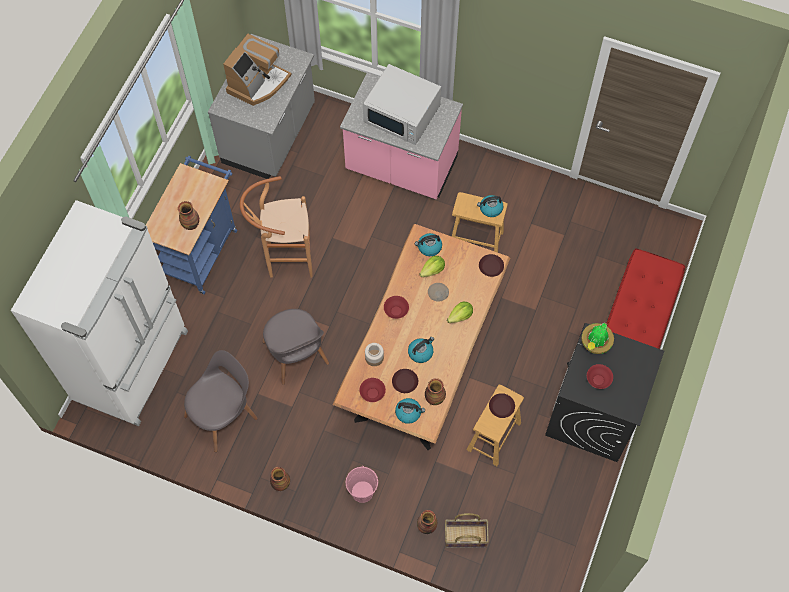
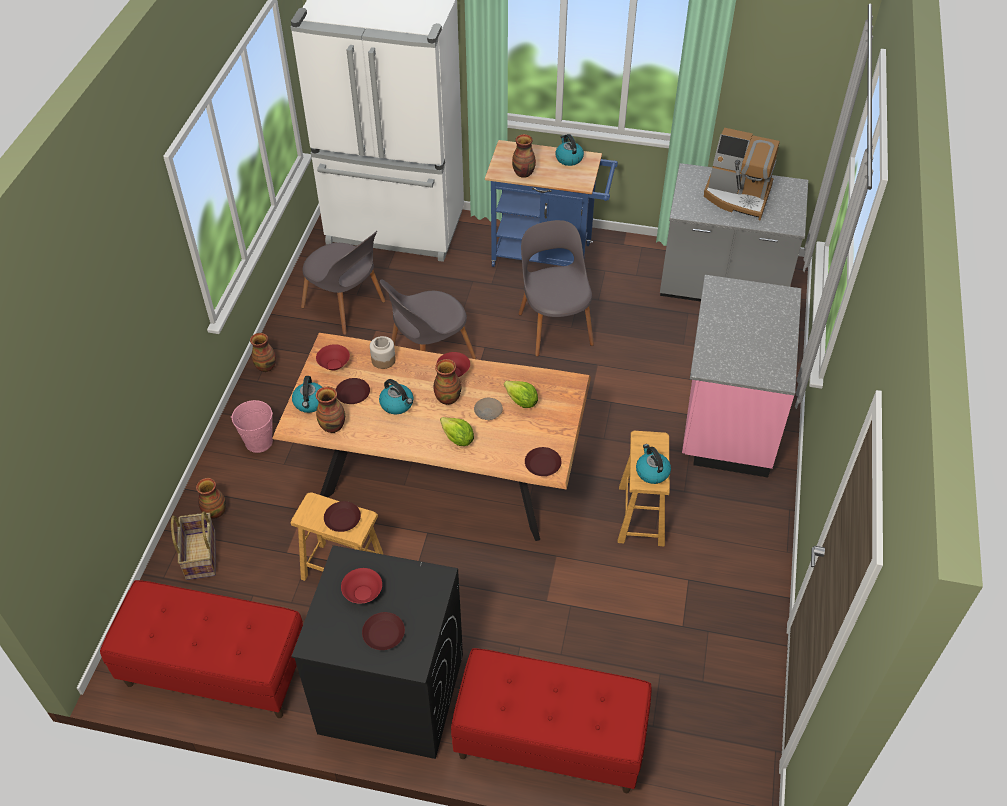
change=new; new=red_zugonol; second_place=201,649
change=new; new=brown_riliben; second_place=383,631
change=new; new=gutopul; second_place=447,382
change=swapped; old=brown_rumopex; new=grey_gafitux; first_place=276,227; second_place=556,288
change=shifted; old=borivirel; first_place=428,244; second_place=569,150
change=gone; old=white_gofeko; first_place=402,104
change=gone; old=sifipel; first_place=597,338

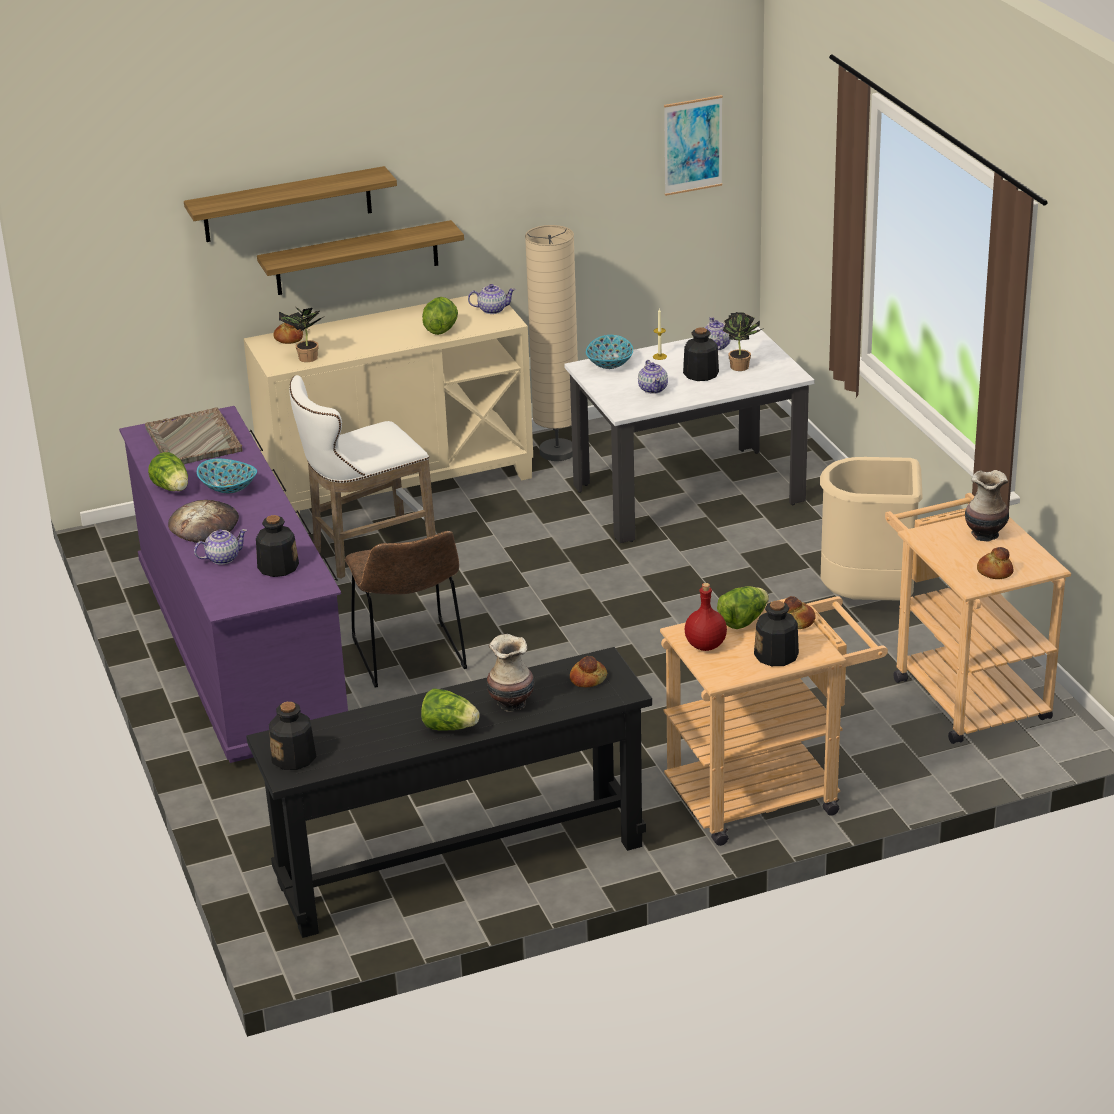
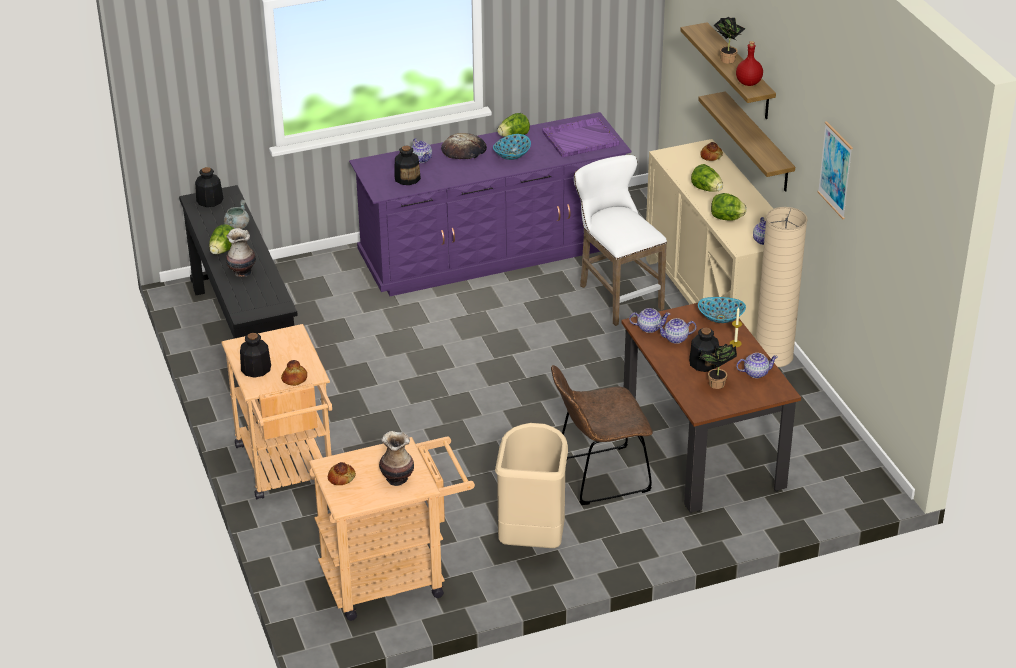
change=new; new=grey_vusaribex; second_place=236,214
change=repainted; old=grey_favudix; new=purple_favudix; first_place=194,435; second_place=580,137
change=shifted; old=brown_gafitux; first_place=406,609; second_place=602,435
change=repainted; old=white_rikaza; new=brown_rikaza; first_place=689,434; second_place=711,408
change=new; new=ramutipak; second_place=649,320
change=shifted; old=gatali; first_place=743,607; second_place=707,178
change=shifted; old=sifipel; first_place=301,334; second_place=729,40
change=shifted; old=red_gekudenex; first_place=706,617; second_place=749,63
change=shifted; old=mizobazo; first_place=693,145; second_place=835,170
change=gone; old=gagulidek; first_place=588,671

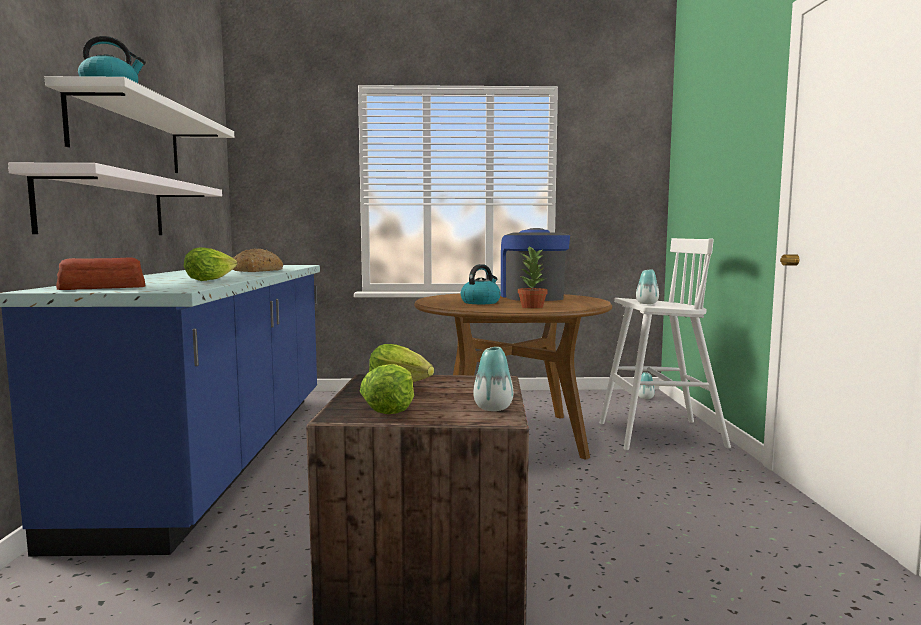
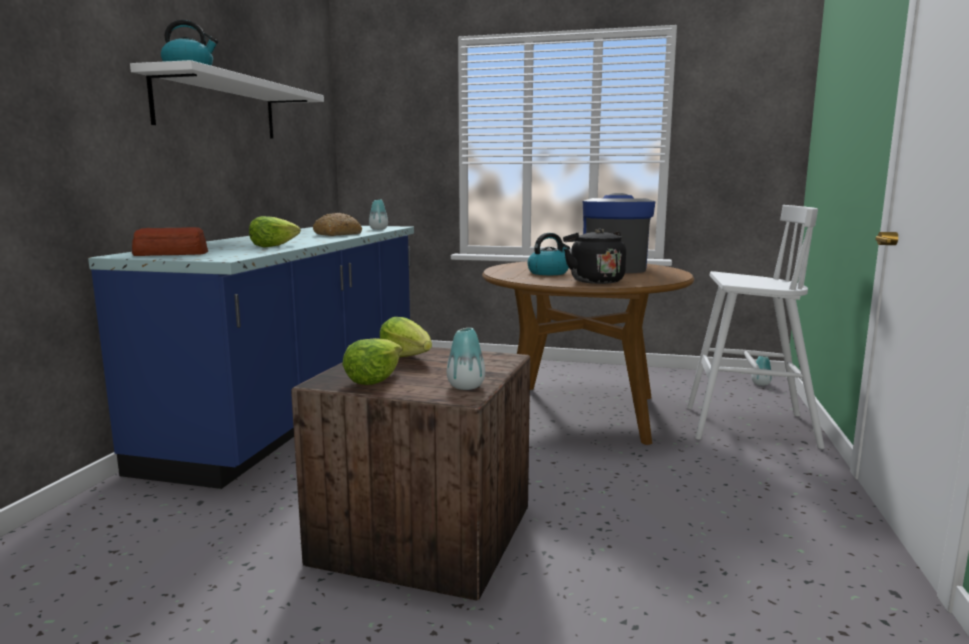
change=shifted; old=gutopul; first_place=647,286; second_place=378,215
change=swapped; old=sifipel; new=black_borivirel; first_place=533,277; second_place=594,256
change=gone; old=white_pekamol; first_place=115,199

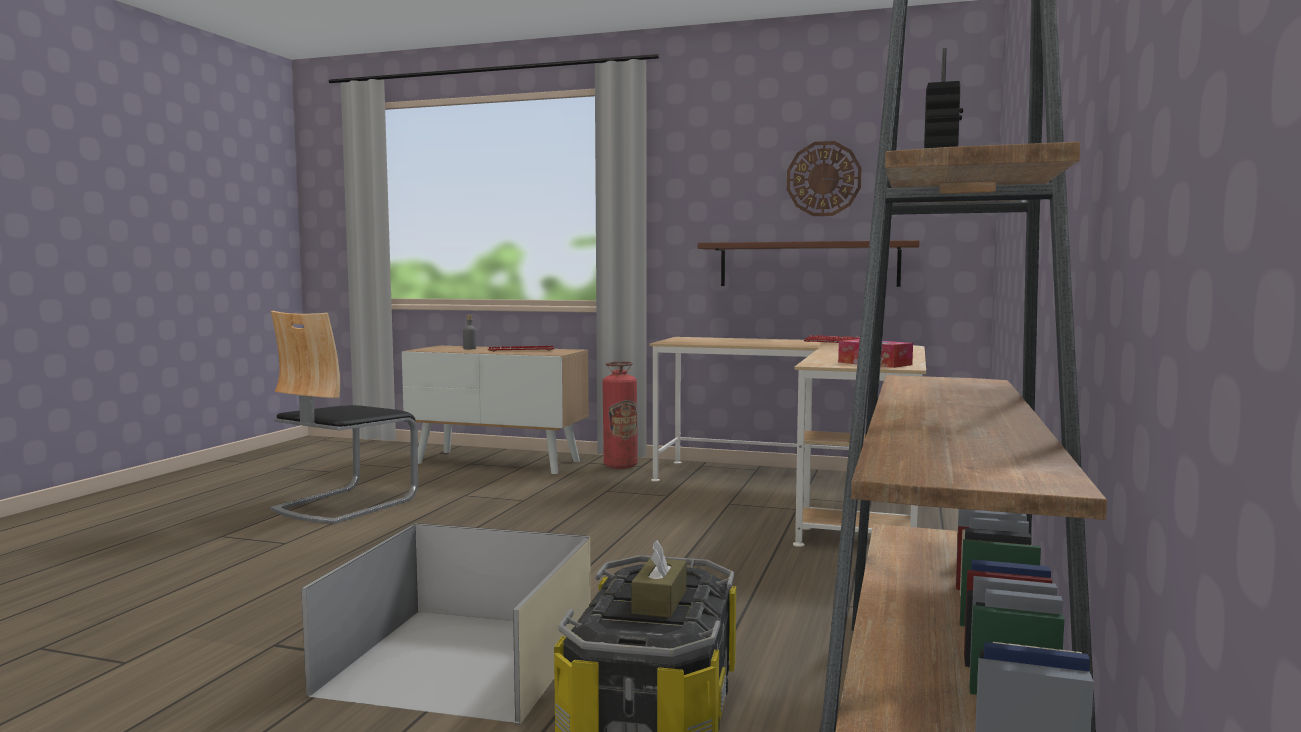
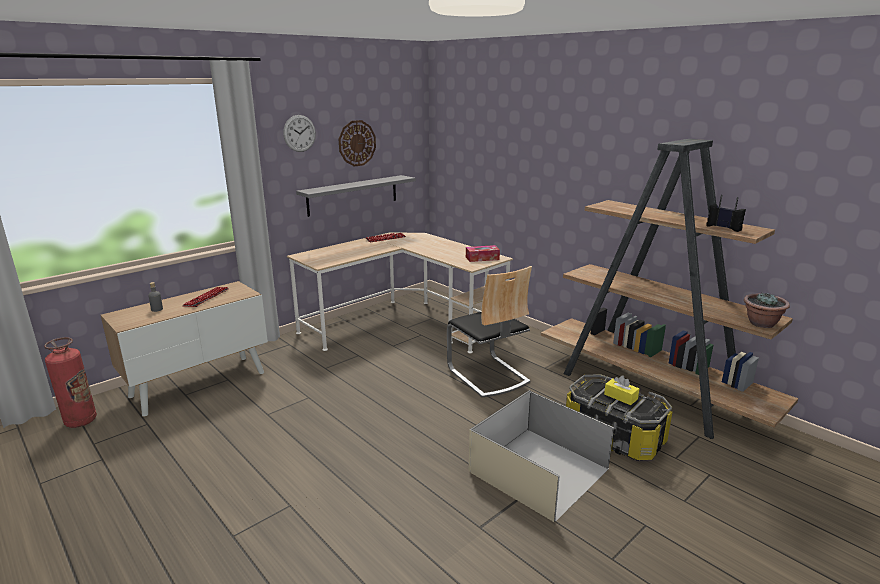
change=shifted; old=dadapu; first_place=620,415; second_place=70,382
change=new; new=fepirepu; second_place=299,133
change=repainted; old=brown_pekamol; new=grey_pekamol; first_place=808,263; second_place=355,196
change=shifted; old=gafitux; first_place=344,417; second_place=489,332
change=repainted; old=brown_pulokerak; new=yellow_pulokerak; first_place=659,579; second_place=621,390
change=new; new=sifipel; second_place=767,310

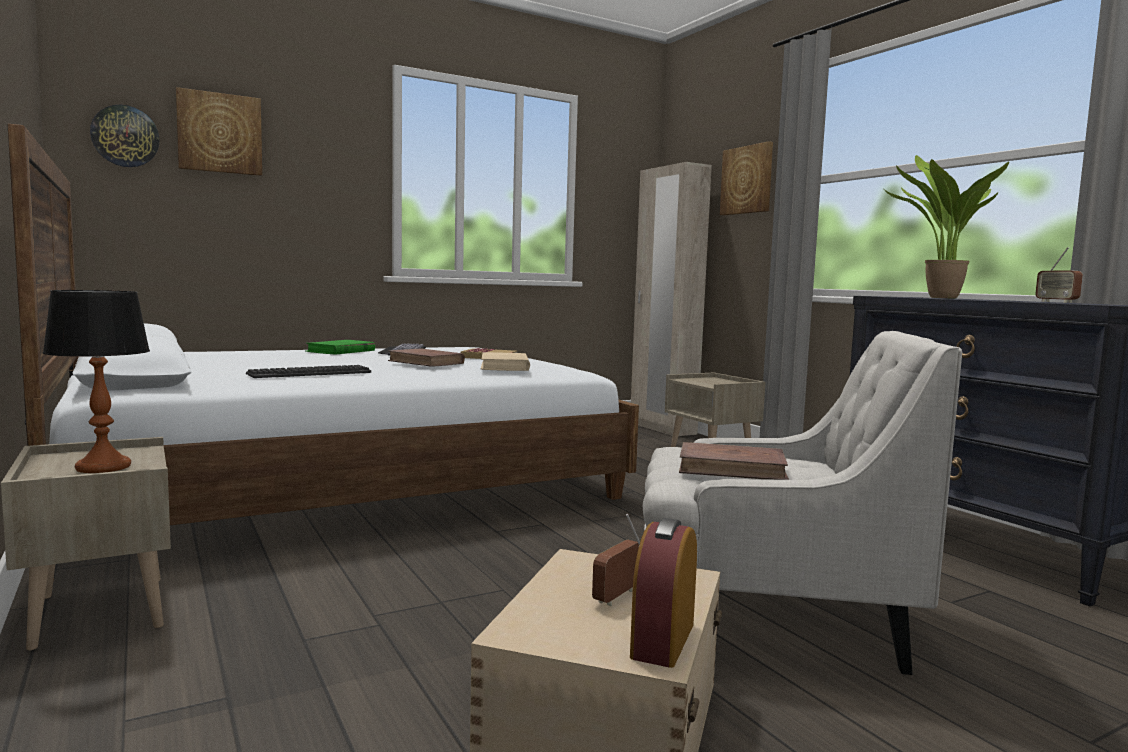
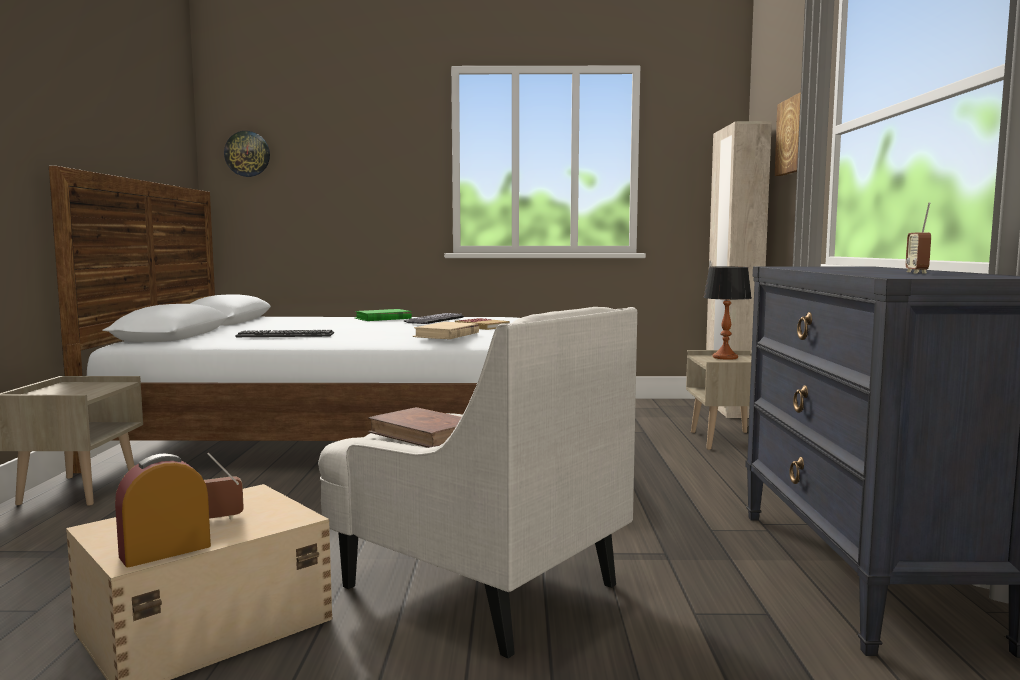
change=shifted; old=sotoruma; first_place=96,381; second_place=727,313
change=gone; old=mizobazo; first_place=219,131
change=gone; old=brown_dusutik; first_place=426,357
change=gone; old=sifipel; first_place=946,226

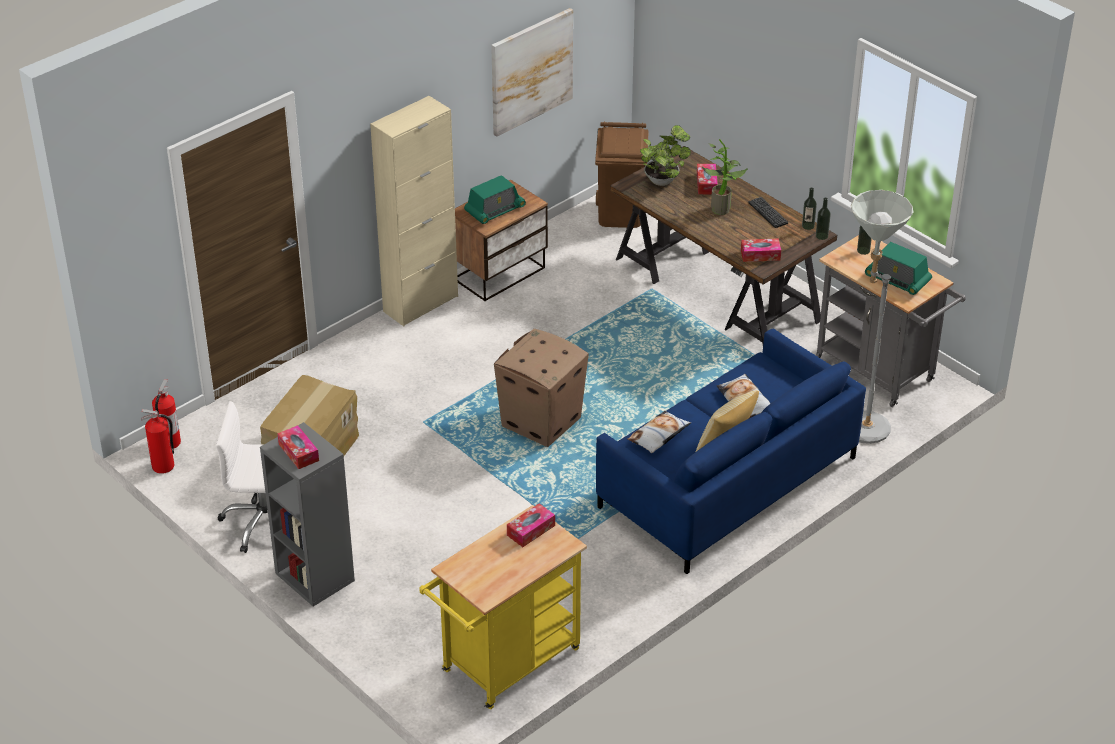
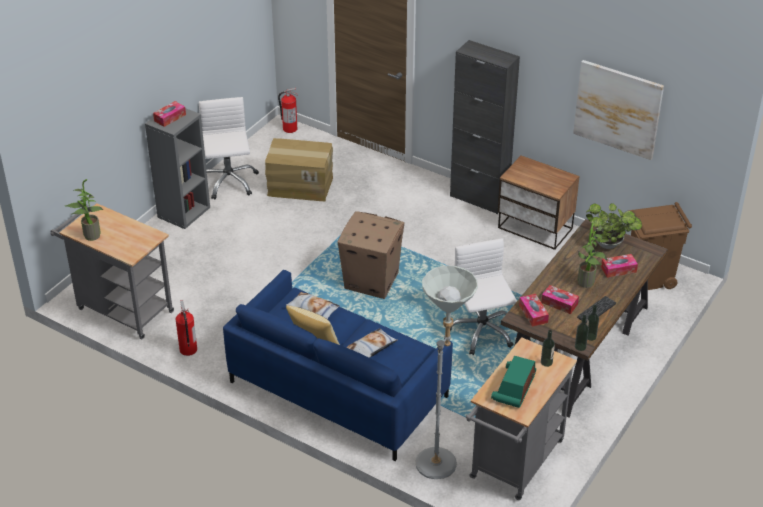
change=repainted; old=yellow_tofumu; new=grey_tofumu; first_place=503,607; second_place=112,271
change=new; new=sifipel; second_place=84,210
change=shifted; old=dadapu; first_place=157,441; second_place=186,328
change=repainted; old=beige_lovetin; new=black_lovetin; first_place=414,211; second_place=485,127
change=new; new=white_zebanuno; second_place=483,296
change=shifted; old=pulokerak; first_place=531,525; second_place=560,299
change=gone; old=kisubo; first_place=495,199

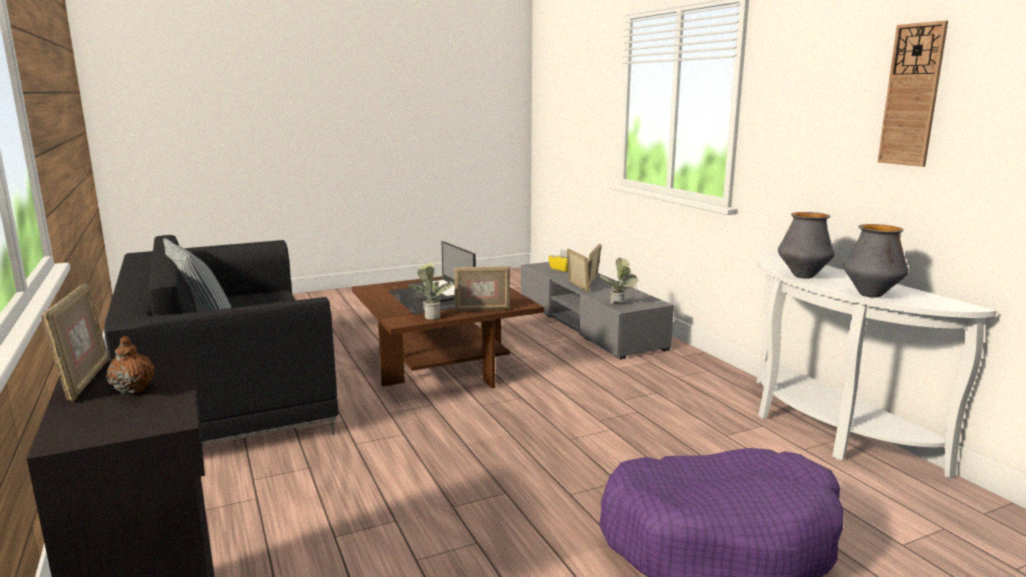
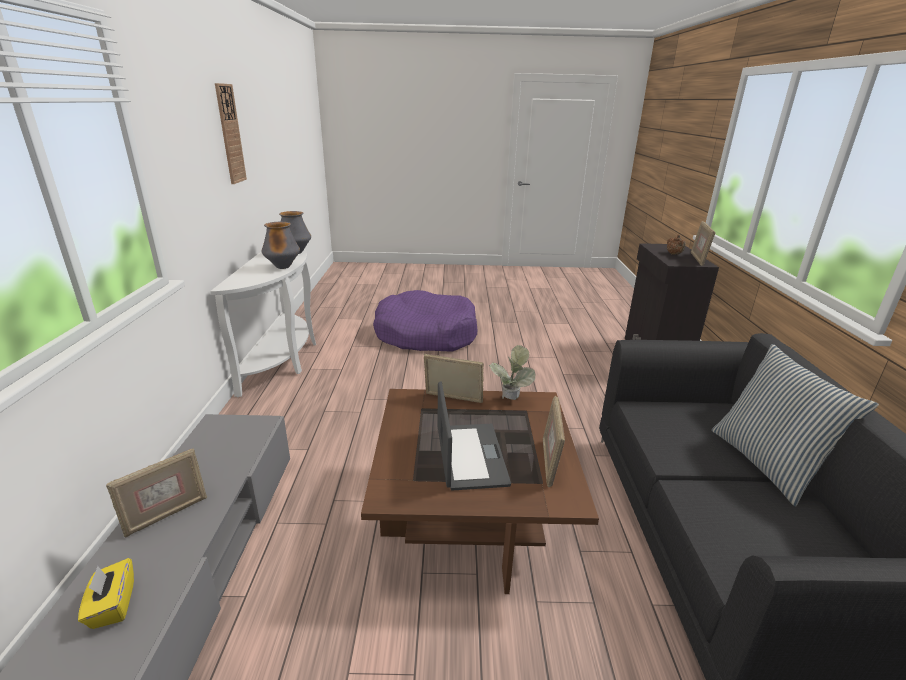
change=shifted; old=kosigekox; first_place=578,270; second_place=554,441
change=gone; old=sifipel; first_place=619,281

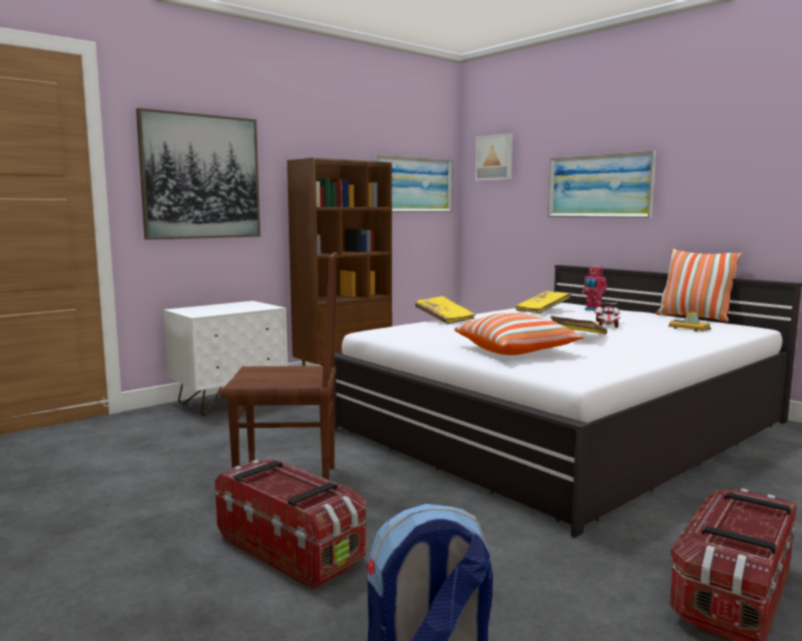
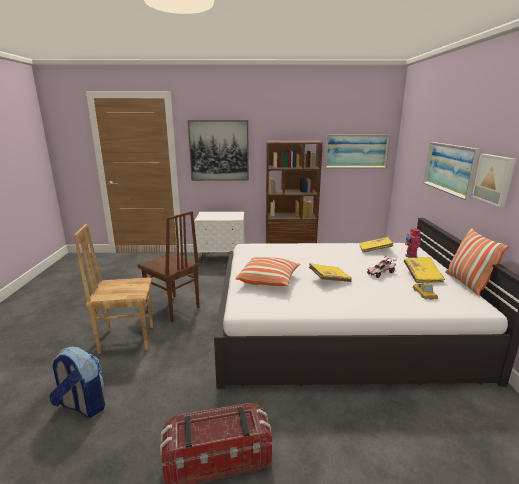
change=swapped; old=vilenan; new=brown_gafitux; first_place=290,525; second_place=113,289
change=shifted; old=yellow_dusutik; first_place=445,310; second_place=424,270
change=shifted; old=mizobazo; first_place=494,157; second_place=494,180

